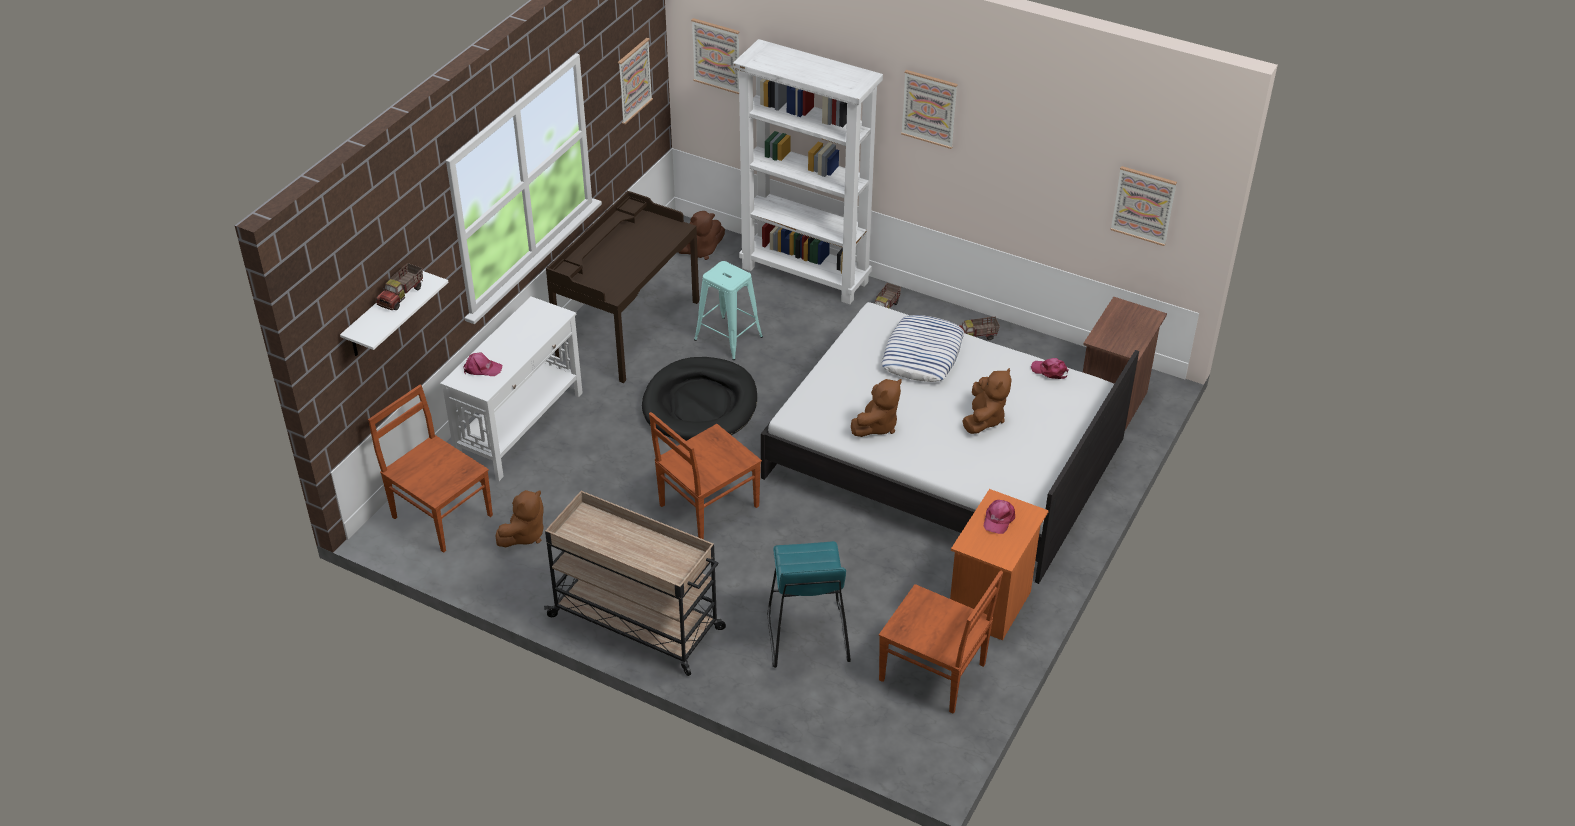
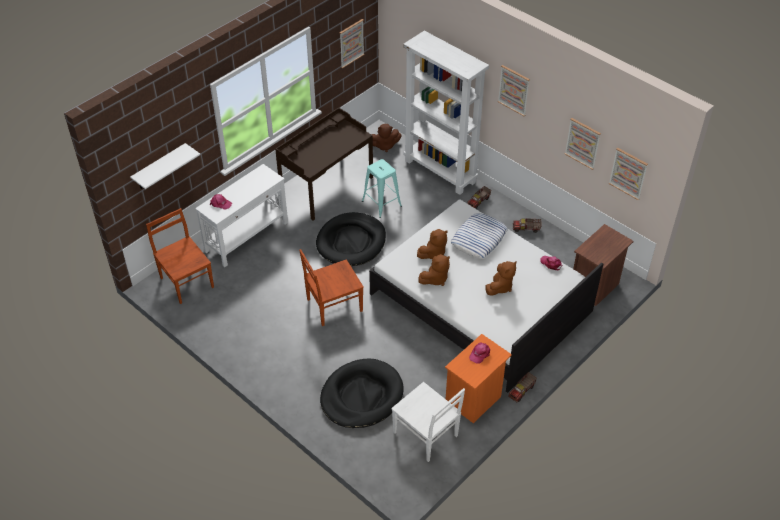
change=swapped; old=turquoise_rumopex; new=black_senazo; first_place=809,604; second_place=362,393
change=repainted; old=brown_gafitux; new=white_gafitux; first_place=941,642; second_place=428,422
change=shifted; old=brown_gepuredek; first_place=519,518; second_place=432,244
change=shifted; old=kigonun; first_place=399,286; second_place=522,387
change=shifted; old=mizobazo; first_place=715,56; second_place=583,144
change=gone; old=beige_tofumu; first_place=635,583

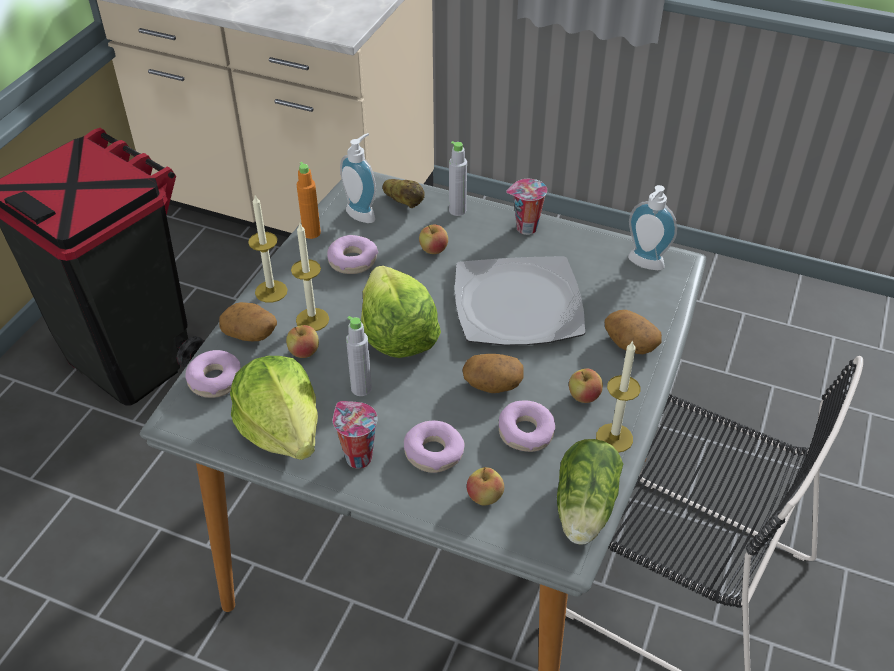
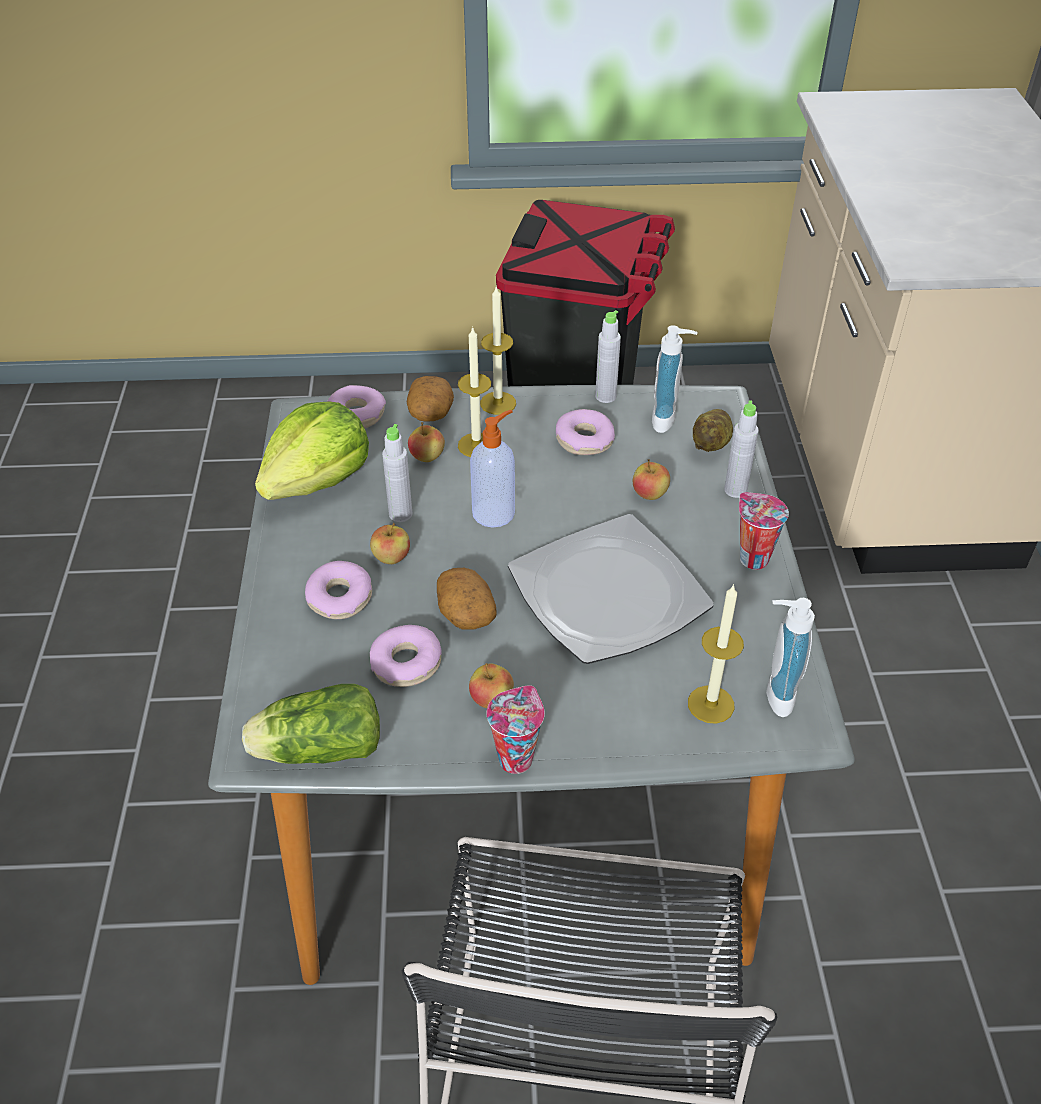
change=shifted; old=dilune; first_place=485,486; second_place=390,543
change=swapped; old=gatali; new=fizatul; first_place=401,312; second_place=492,469
change=shifted; old=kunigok; first_place=355,434; second_place=516,729
change=repainted; old=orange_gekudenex; new=grey_gekudenex; first_place=309,200; second_place=608,356
change=shifted; old=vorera; first_place=618,396; second_place=716,654
change=gone; old=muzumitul; first_place=633,332

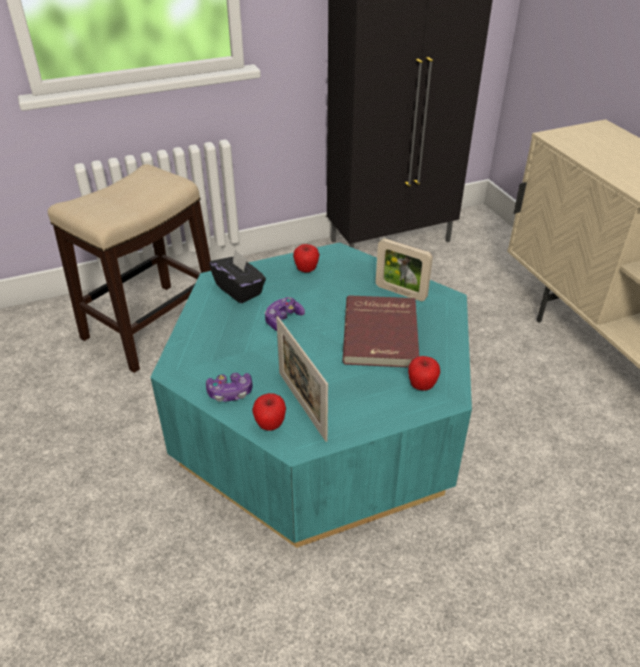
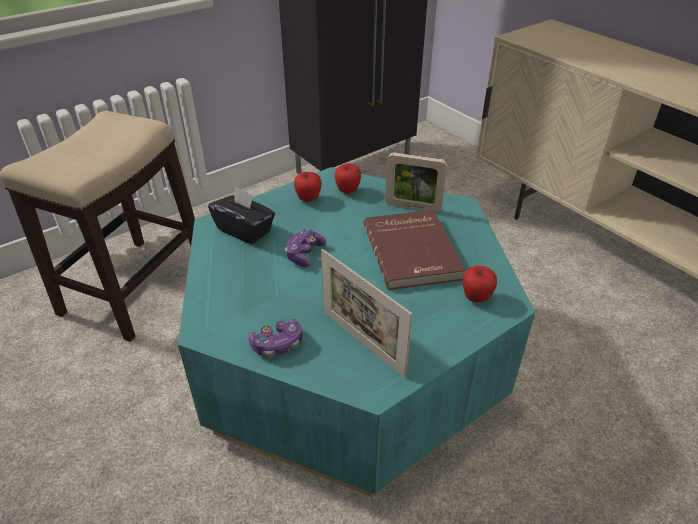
change=shifted; old=dilune; first_place=269,412; second_place=347,178

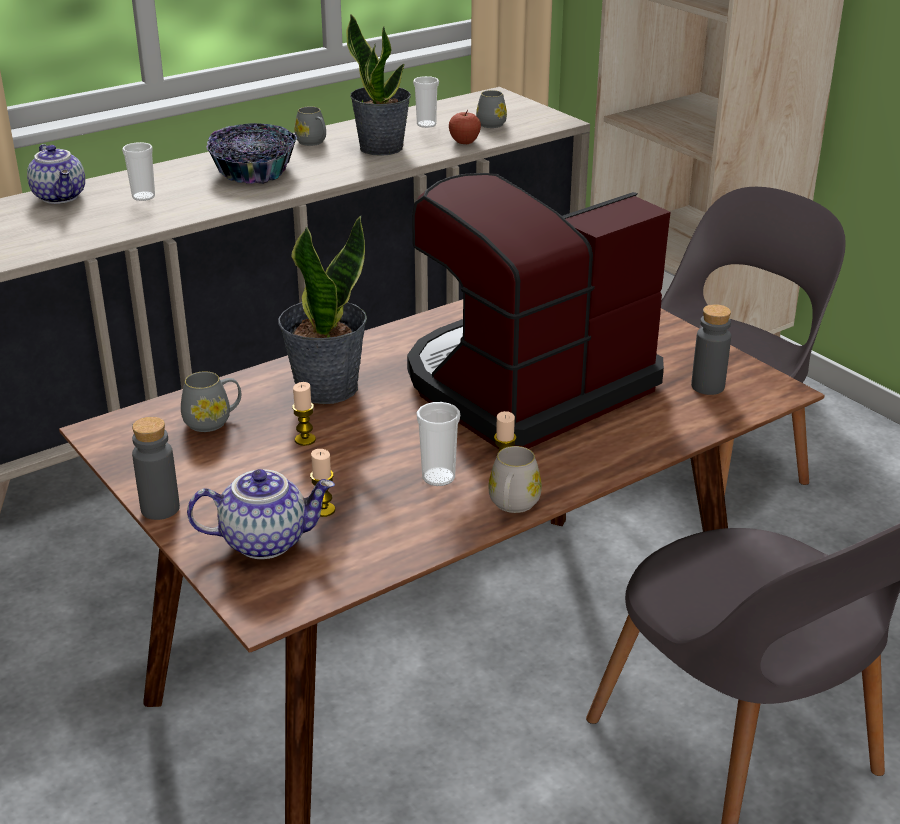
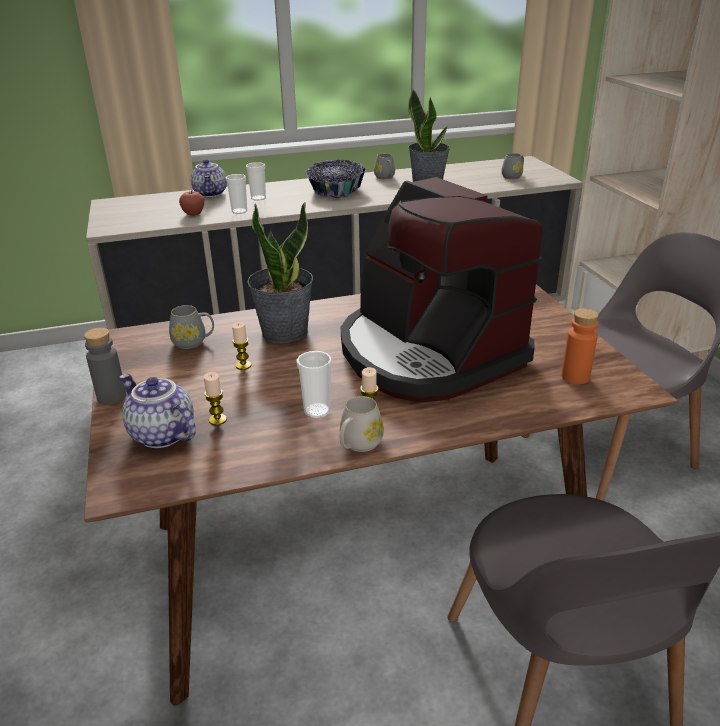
change=rotated; old=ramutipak; first_place=261,514; second_place=158,411; degrees=-150
change=shifted; old=dilune; first_place=465,127; second_place=191,203
change=shifted; old=kunigok; first_place=426,102; second_place=236,194
change=rotated; old=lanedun; first_place=538,311; second_place=442,290; degrees=-105
change=repainted; old=grey_gekudenex; new=orange_gekudenex; first_place=711,349; second_place=580,346

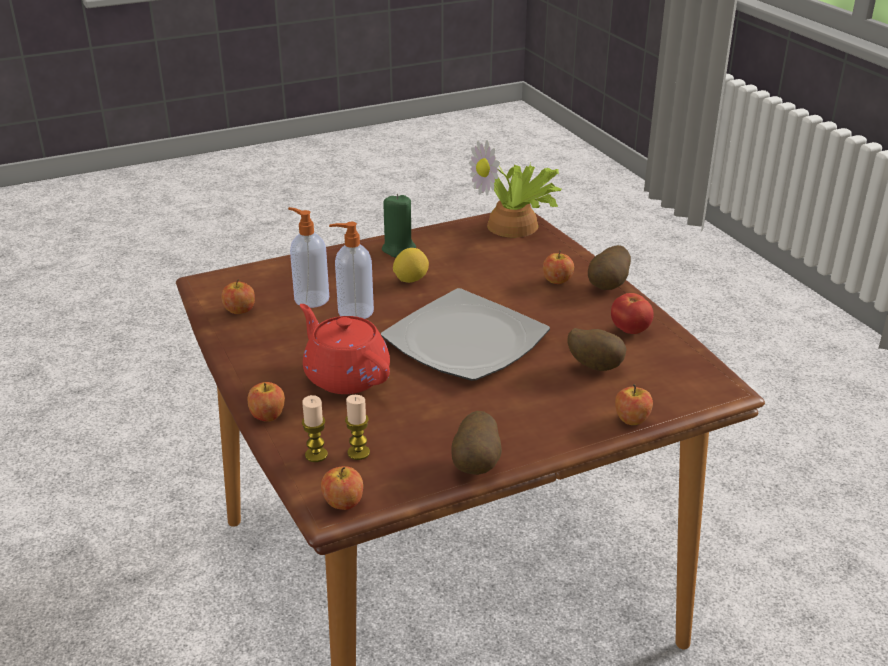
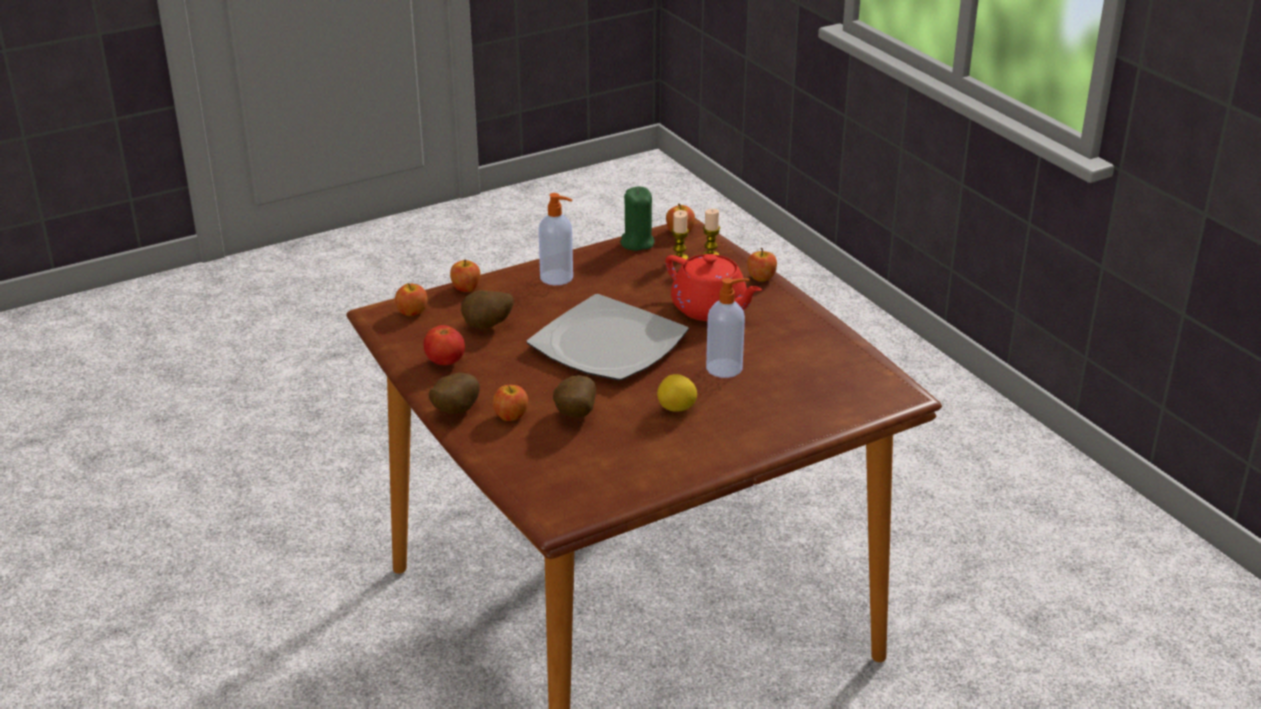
change=shifted; old=dilune; first_place=238,296; second_place=411,299
change=shifted; old=fizatul; first_place=308,257; second_place=555,239
change=shifted; old=muzumitul; first_place=476,443; second_place=574,396
change=shifted; old=green_vorera; first_place=399,225; second_place=637,219
change=gone; old=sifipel; first_place=515,188

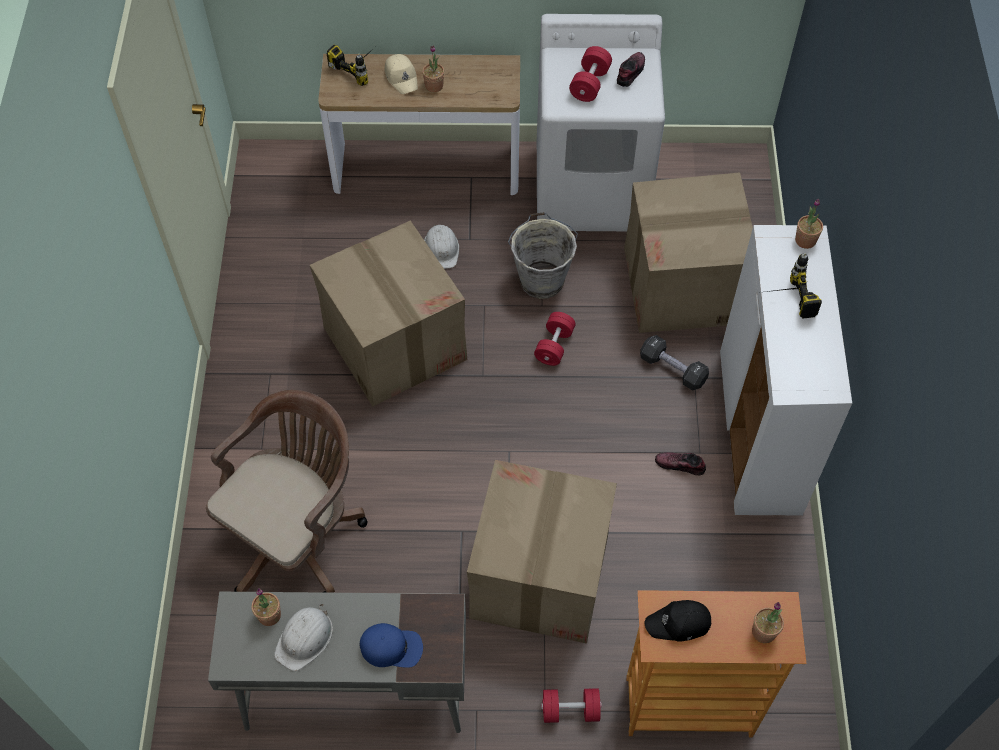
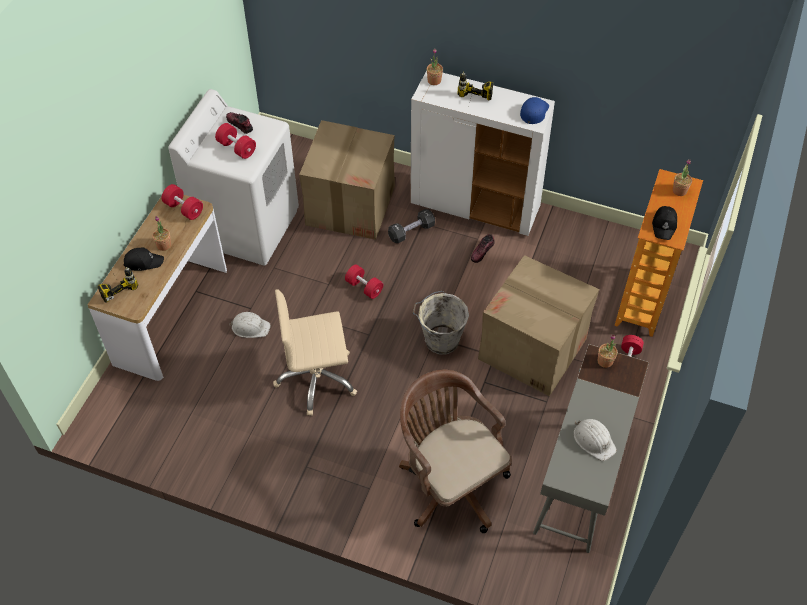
change=repainted; old=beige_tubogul; new=black_tubogul; first_place=401,74; second_place=144,259
change=new; new=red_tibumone; second_place=182,202
change=swapped; old=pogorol; new=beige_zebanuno; first_place=388,314; second_place=315,352
change=shifted; old=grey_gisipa; first_place=543,255; second_place=440,322
change=shifted; old=blue_tubogul; first_place=391,645; second_place=534,110
change=shifted; old=sifipel; first_place=266,607; second_place=607,351

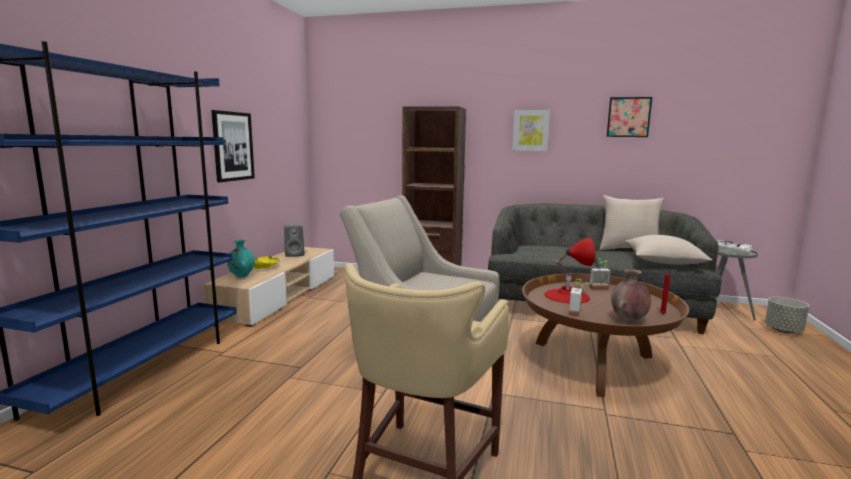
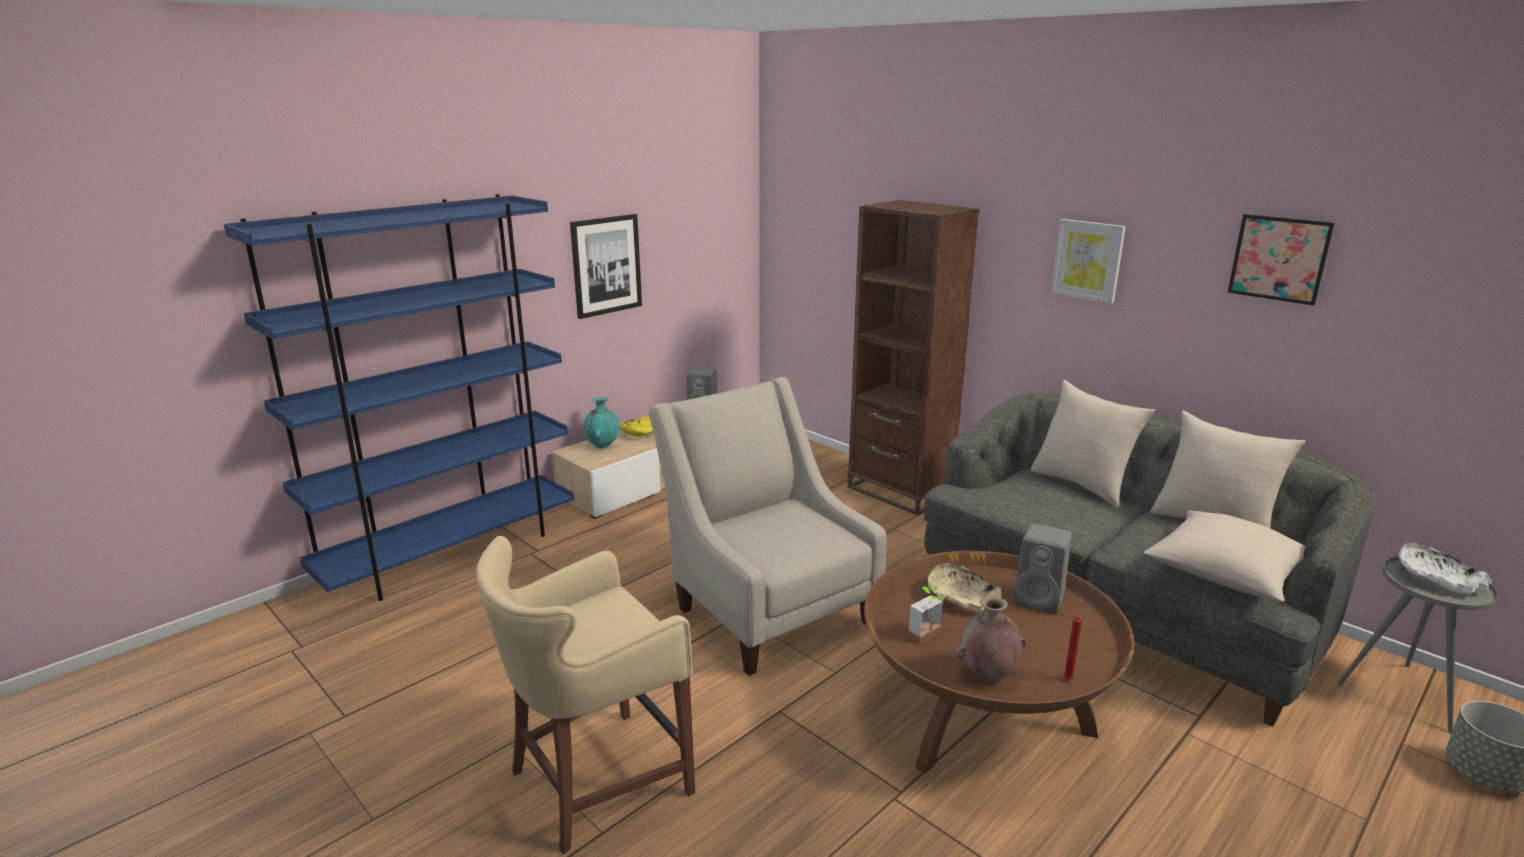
change=swapped; old=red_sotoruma; new=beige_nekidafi; first_place=569,271; second_place=964,588
change=swapped; old=sifipel; new=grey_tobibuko; first_place=600,274; second_place=1042,568
change=new; new=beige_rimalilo; second_place=1093,444

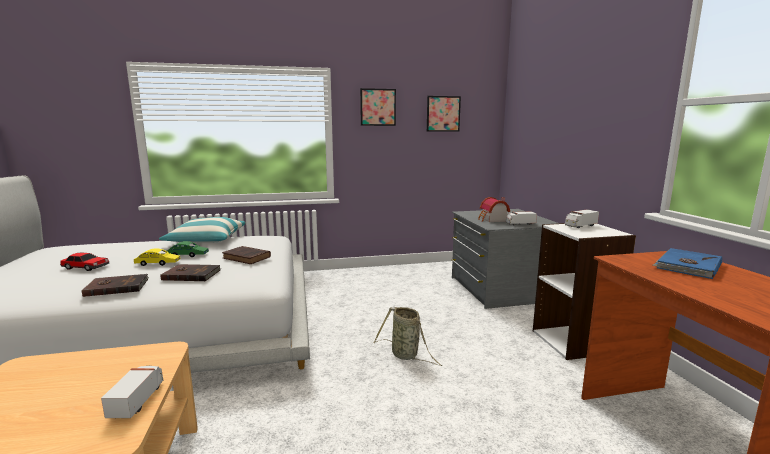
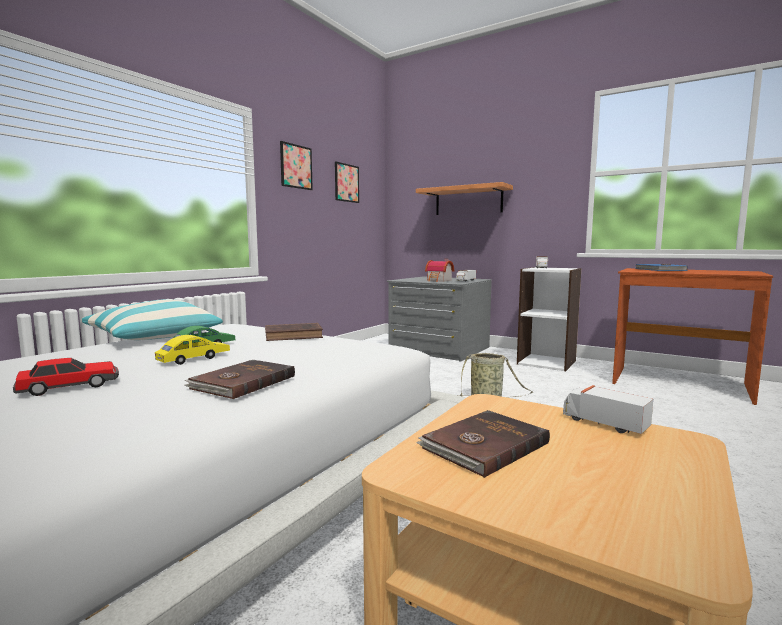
change=new; new=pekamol; second_place=464,198
change=shifted; old=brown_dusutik; first_place=190,272; second_place=483,444

